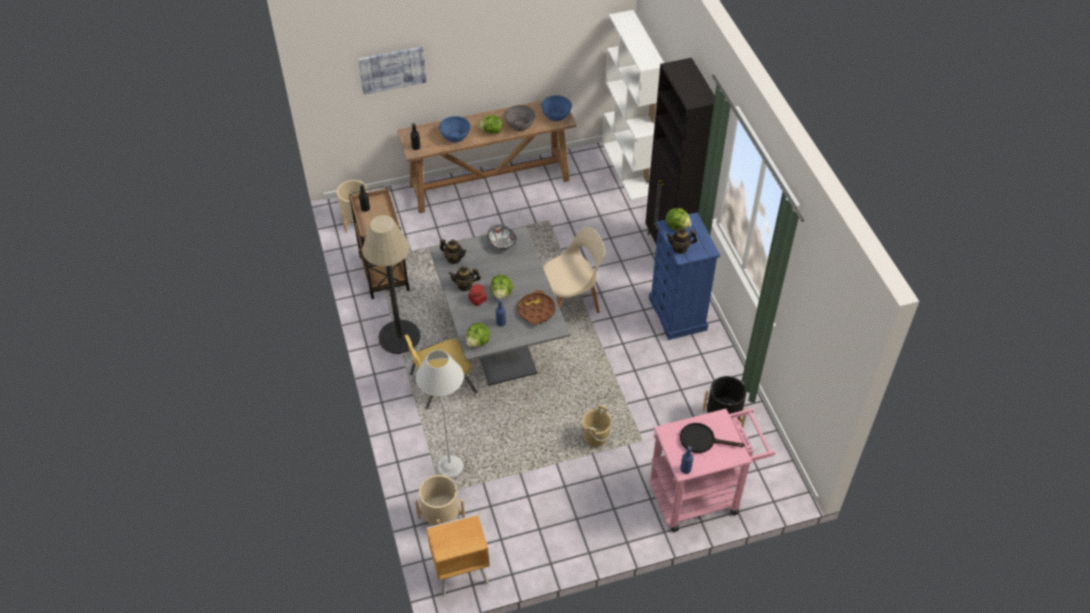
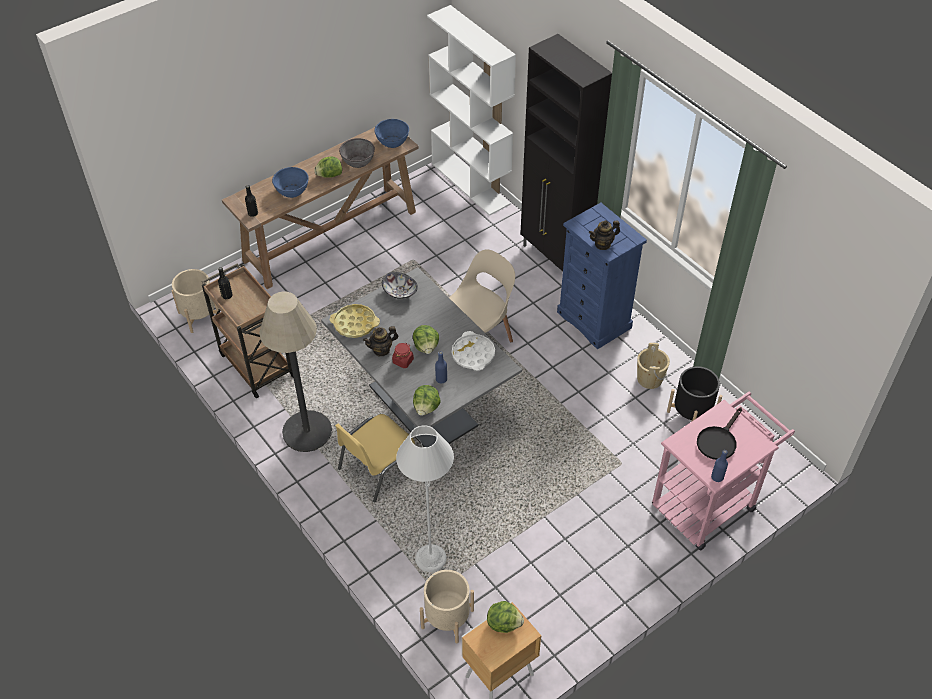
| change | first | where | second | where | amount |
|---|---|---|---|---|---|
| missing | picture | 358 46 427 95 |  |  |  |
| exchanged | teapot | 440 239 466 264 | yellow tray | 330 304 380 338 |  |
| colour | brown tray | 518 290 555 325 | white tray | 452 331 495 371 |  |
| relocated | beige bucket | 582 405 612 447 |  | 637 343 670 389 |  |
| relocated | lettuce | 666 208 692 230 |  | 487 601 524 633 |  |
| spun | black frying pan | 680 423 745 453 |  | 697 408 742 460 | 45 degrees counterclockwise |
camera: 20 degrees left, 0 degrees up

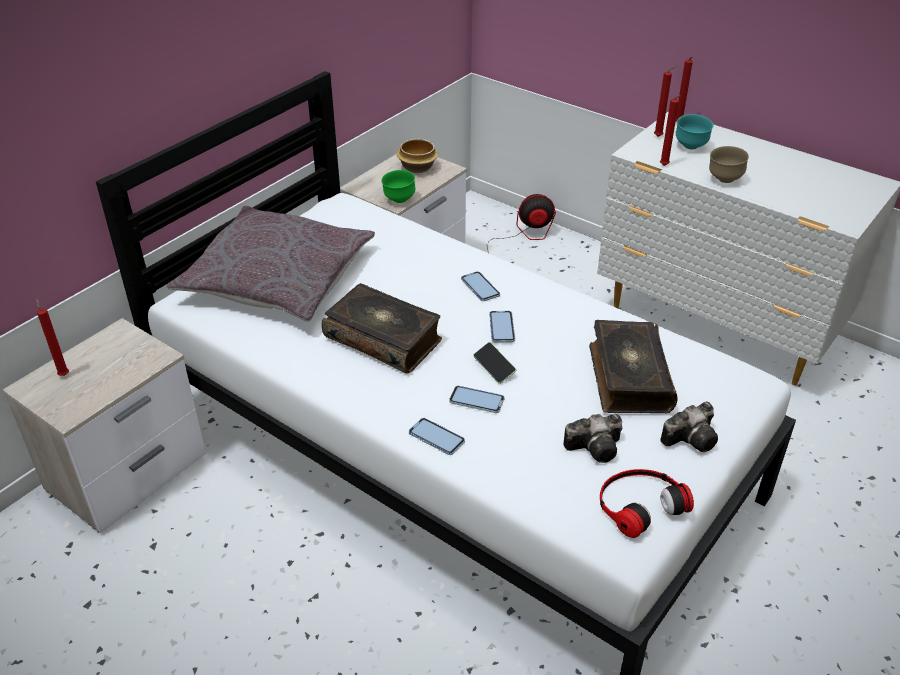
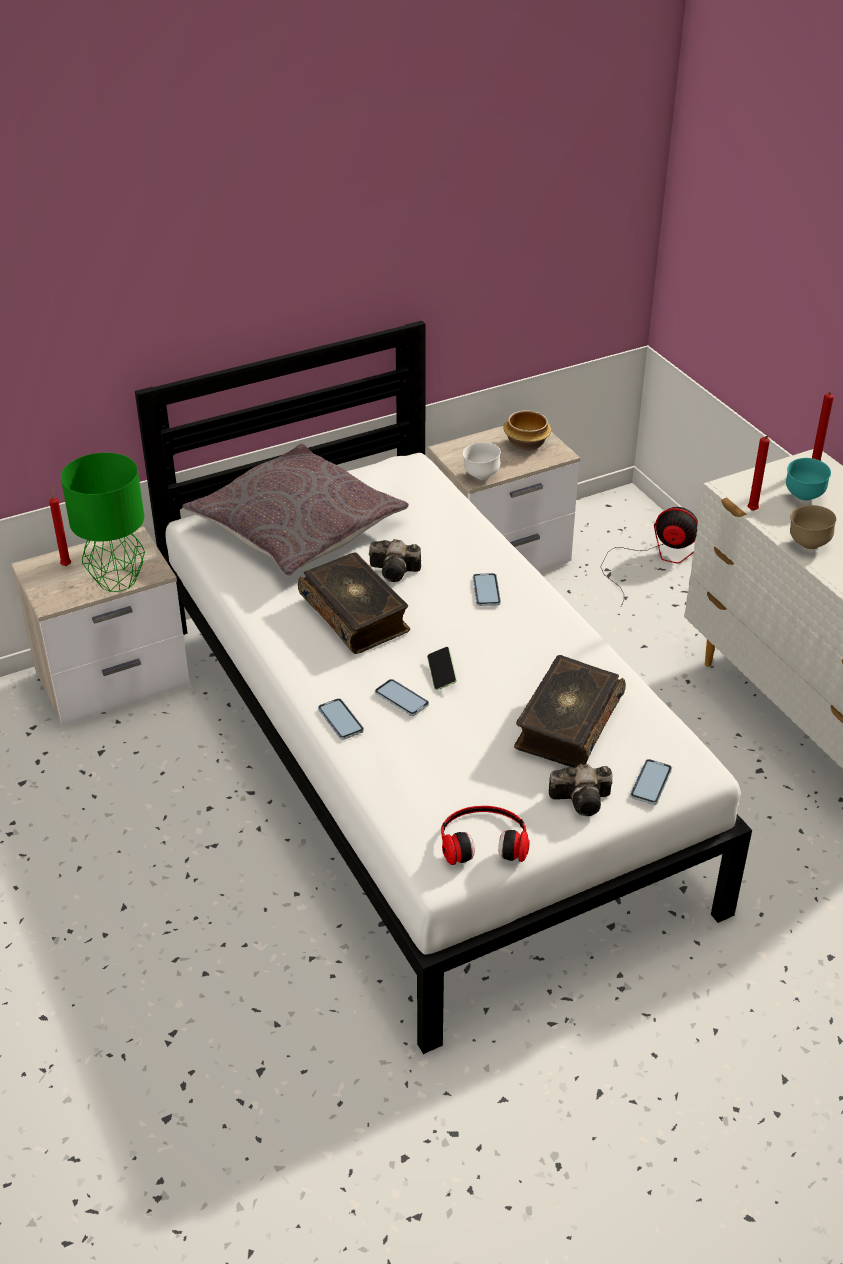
| change | first | where | second | where | amount |
|---|---|---|---|---|---|
| colour | green bowl | 381 170 415 203 | white bowl | 463 442 501 480 |  |
| relocated | phone | 489 311 515 342 |  | 630 759 672 805 |  |
| relocated | photo camera | 563 414 622 463 |  | 369 539 421 582 |  |
| missing | red candle | 654 66 677 137 |  |  |  |
| appeared |  |  | green table lamp | 61 453 145 592 |  |
camera: 25 degrees right, 0 degrees up

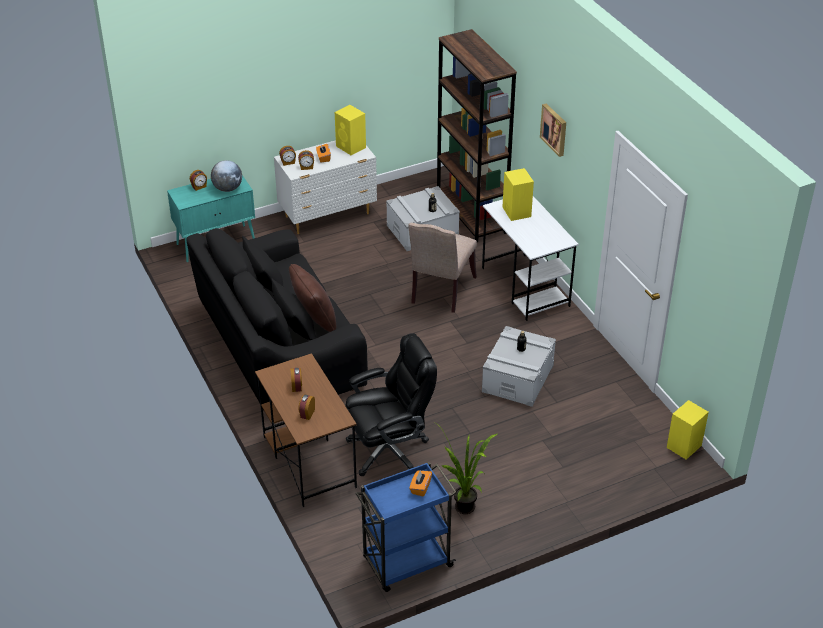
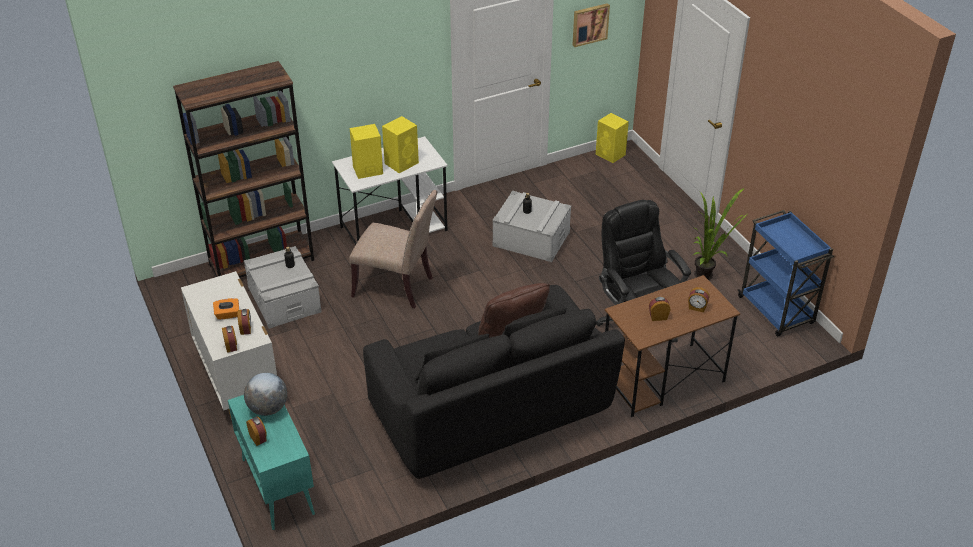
| change | first | where | second | where | amount |
|---|---|---|---|---|---|
| relocated | yellow speaker | 335 105 366 155 |  | 382 116 419 173 |  |
| missing | orange tissue box | 409 470 432 497 |  |  |  |
| relocated | picture | 540 104 566 157 |  | 573 3 610 47 |  |
camera: 90 degrees left, 0 degrees up

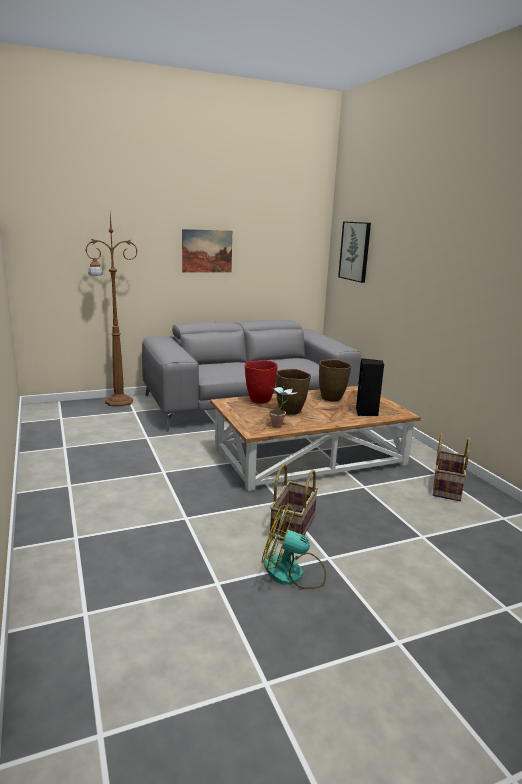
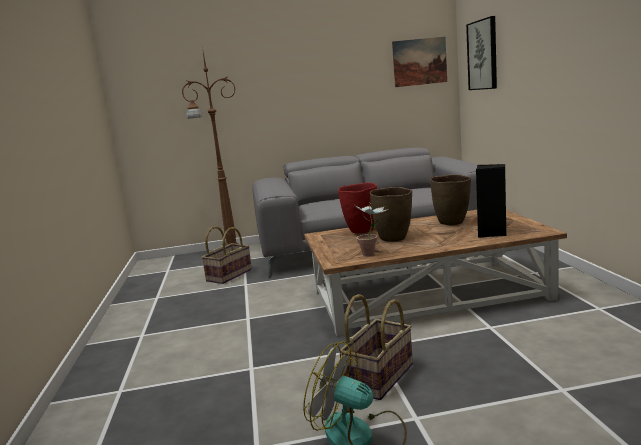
| change | first | where | second | where | amount |
|---|---|---|---|---|---|
| relocated | picture | 182 229 232 272 |  | 392 37 447 87 |  |
| relocated | basket | 433 434 471 501 |  | 201 226 252 284 |  |
camera: 15 degrees right, 5 degrees down

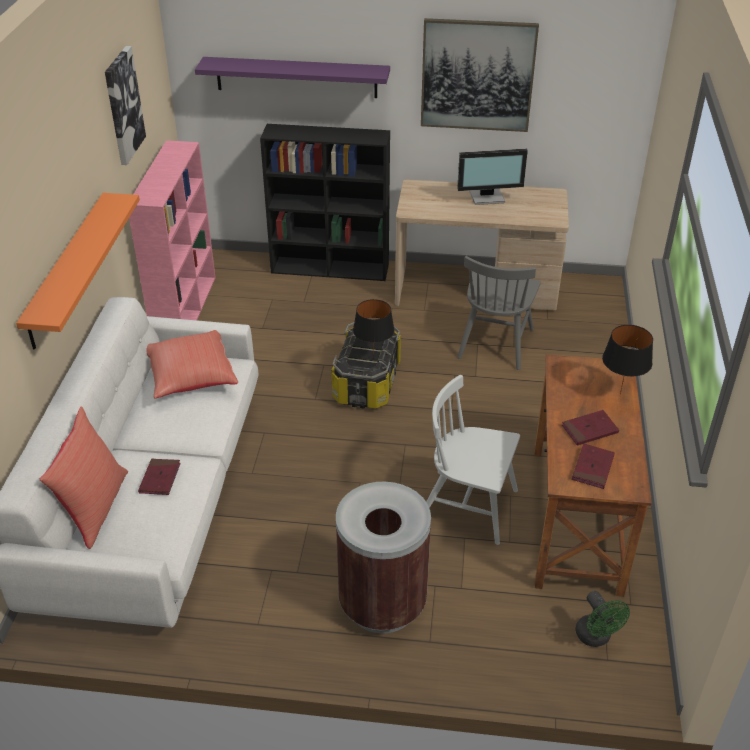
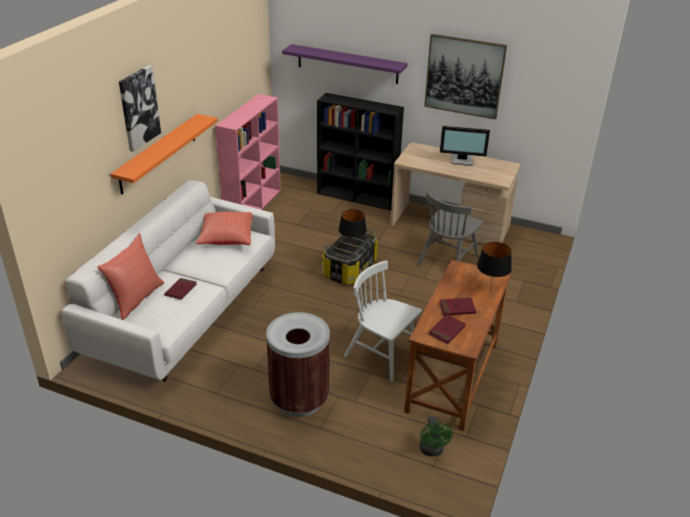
| change | first | where | second | where | amount |
|---|---|---|---|---|---|
| relocated | picture | 105 46 146 165 |  | 119 65 161 152 |  |
camera: 15 degrees right, 5 degrees down

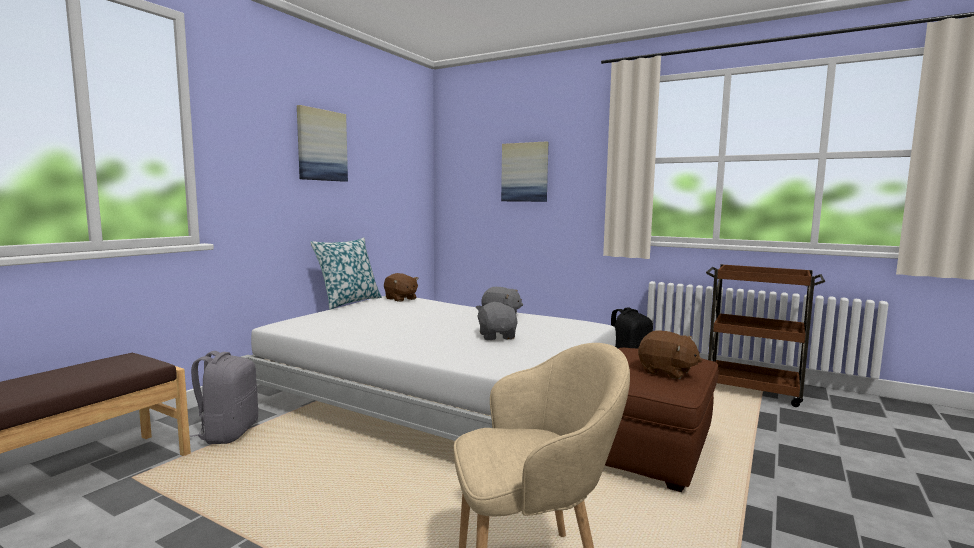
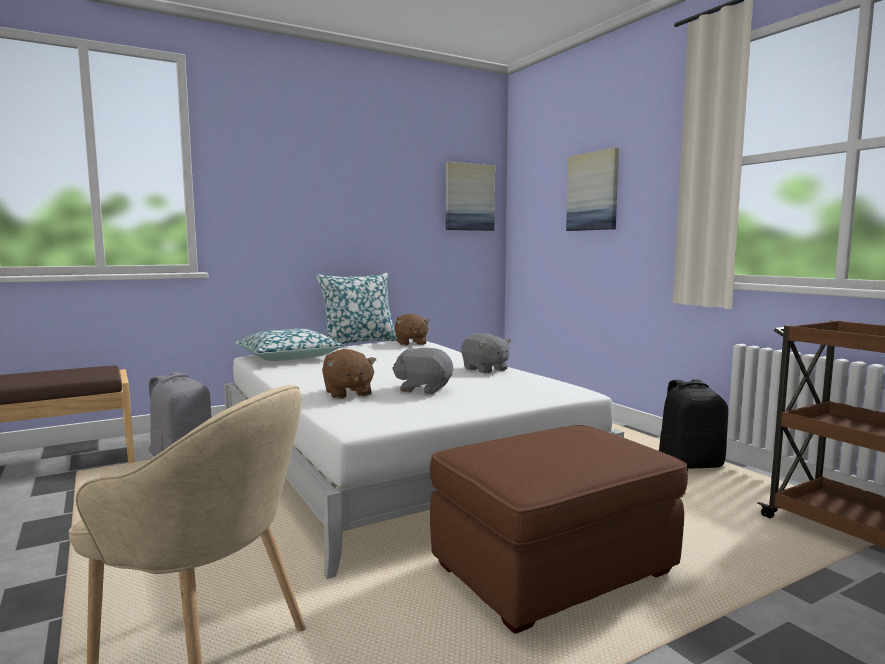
| change | first | where | second | where | amount |
|---|---|---|---|---|---|
| relocated | picture | 297 105 348 182 |  | 446 162 495 231 |  |
| spun | grey plush toy | 475 302 518 340 |  | 392 348 453 394 | 90 degrees counterclockwise |
| relocated | brown plush toy | 638 331 702 379 |  | 322 349 376 399 |  |
| appeared |  |  | pillow | 235 329 344 361 |  |
camera: 30 degrees right, 0 degrees up

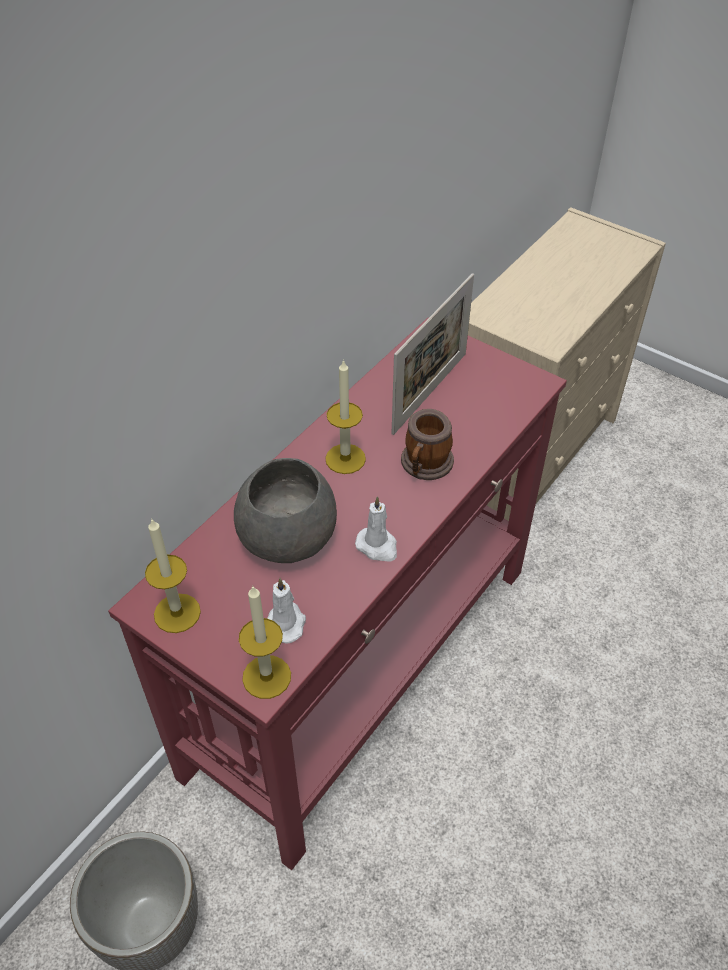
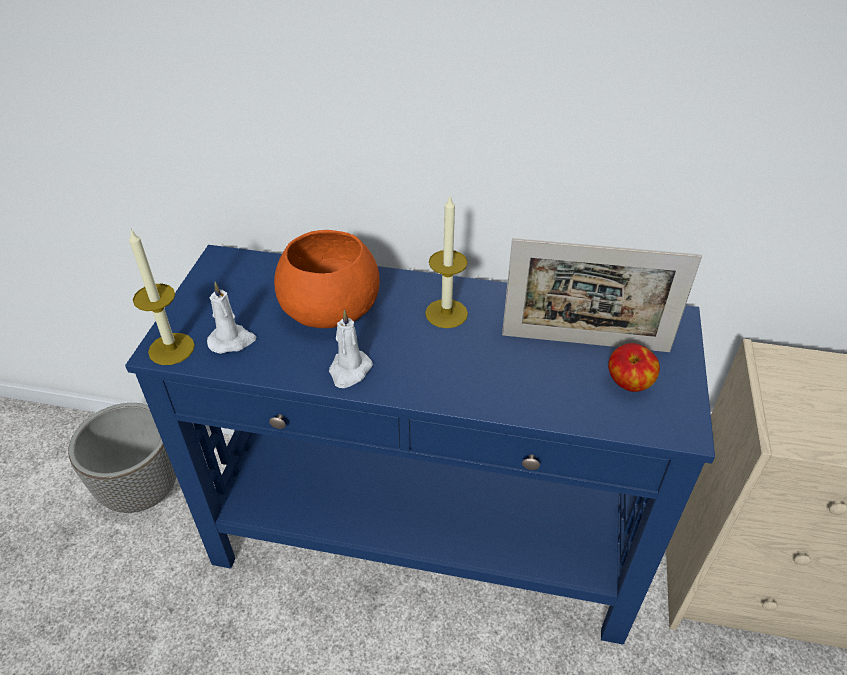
| change | first | where | second | where | amount |
|---|---|---|---|---|---|
| colour | red console table | 108 317 567 870 | blue console table | 125 245 715 645 |  |
| missing | candle | 145 518 201 633 |  |  |  |
| colour | grey bowl | 234 458 337 563 | orange bowl | 274 230 380 328 |  |
| missing | mug | 401 409 454 480 |  |  |  |
| appeared |  |  | apple | 608 343 660 392 |  |
camera: 65 degrees right, 5 degrees down

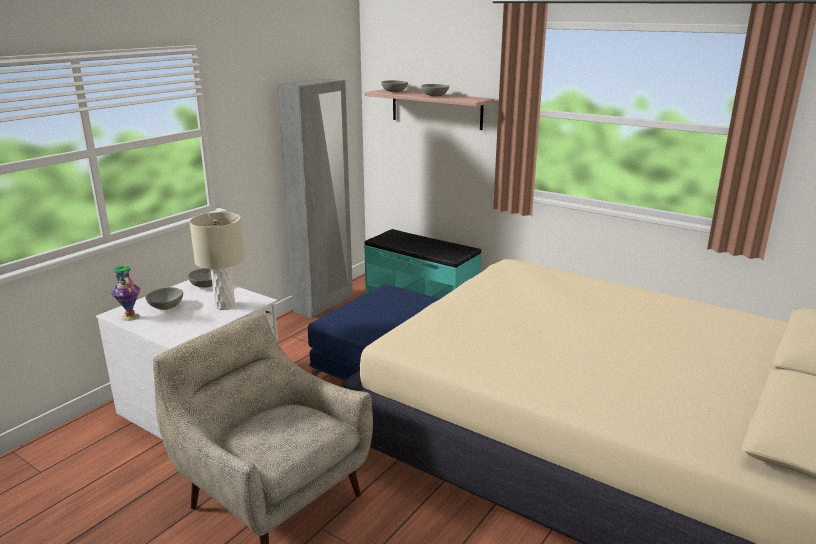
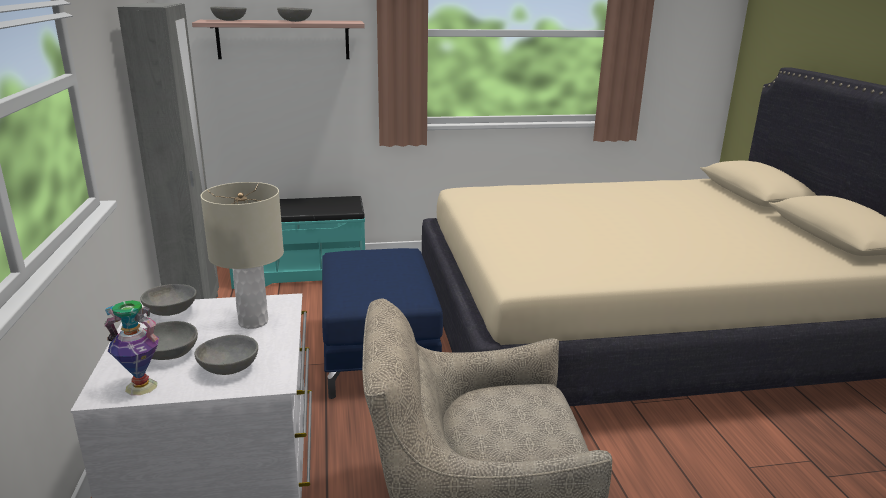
| change | first | where | second | where | amount |
|---|---|---|---|---|---|
| appeared |  |  | grey bowl | 195 335 258 375 |  |
camera: 45 degrees left, 0 degrees up

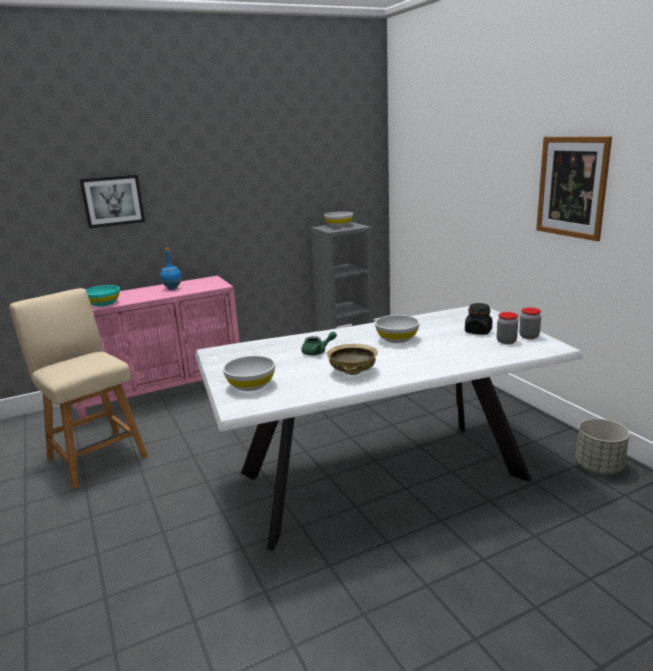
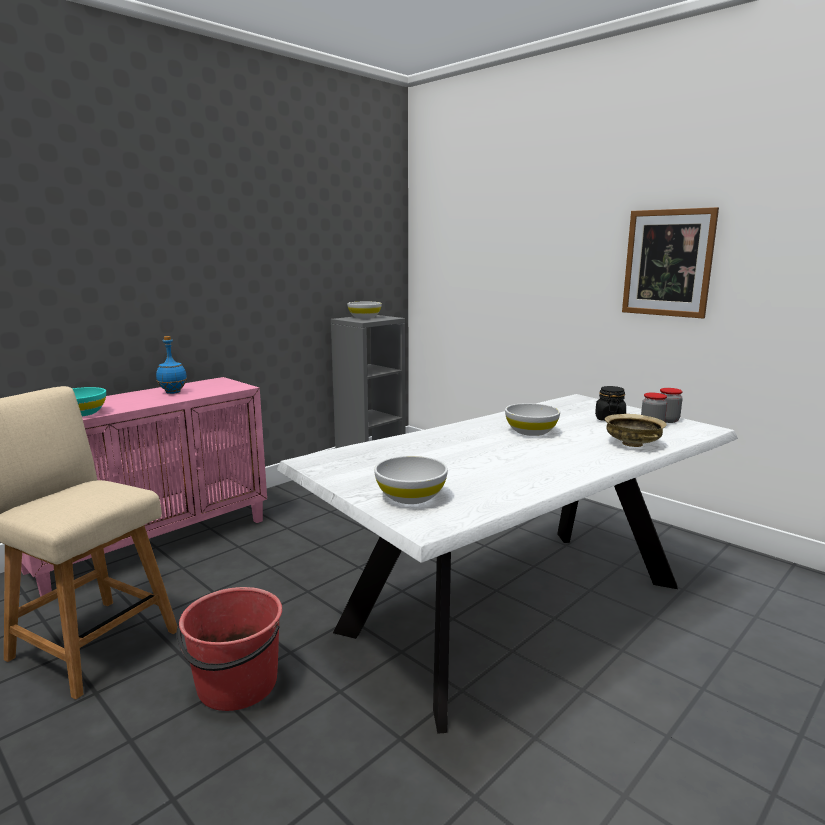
| change | first | where | second | where | amount |
|---|---|---|---|---|---|
| missing | picture | 79 175 145 228 |  |  |  |
| missing | green teapot | 301 332 337 355 |  |  |  |
| relocated | beige bowl | 327 344 378 375 |  | 605 414 666 447 |  |
| missing | grey planter | 575 419 630 474 |  |  |  |
| appeared |  |  | red bucket | 176 587 282 711 |  |
camera: 20 degrees left, 5 degrees down

